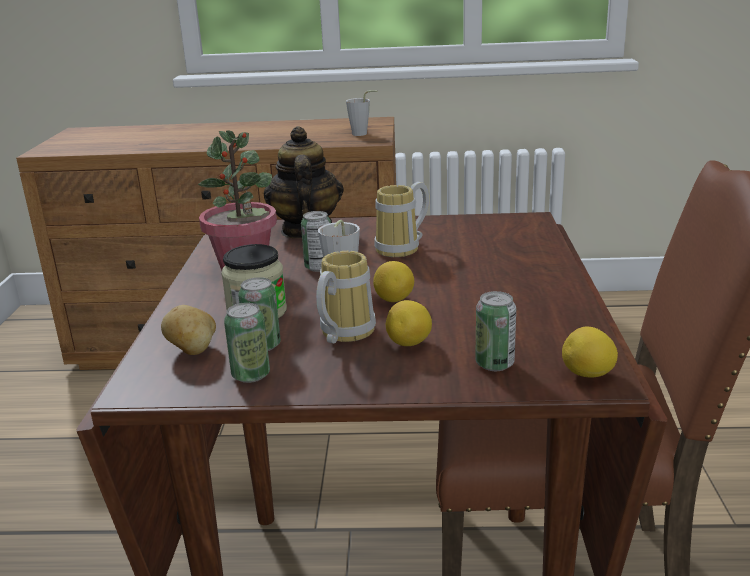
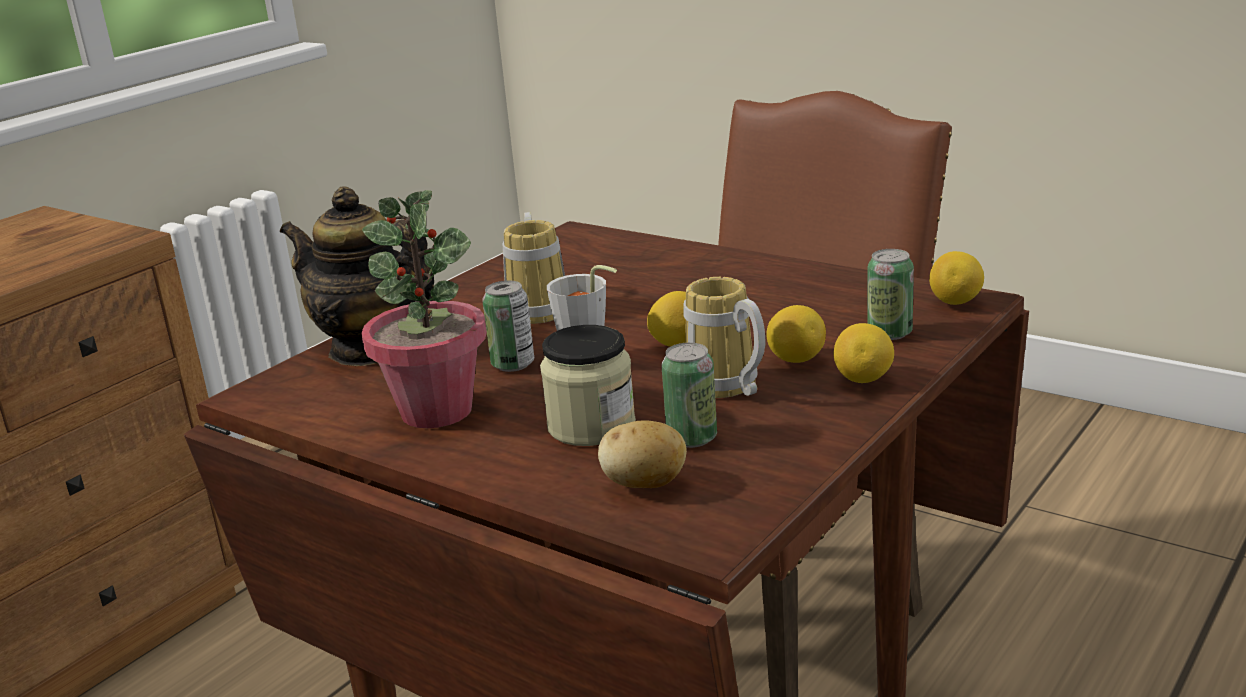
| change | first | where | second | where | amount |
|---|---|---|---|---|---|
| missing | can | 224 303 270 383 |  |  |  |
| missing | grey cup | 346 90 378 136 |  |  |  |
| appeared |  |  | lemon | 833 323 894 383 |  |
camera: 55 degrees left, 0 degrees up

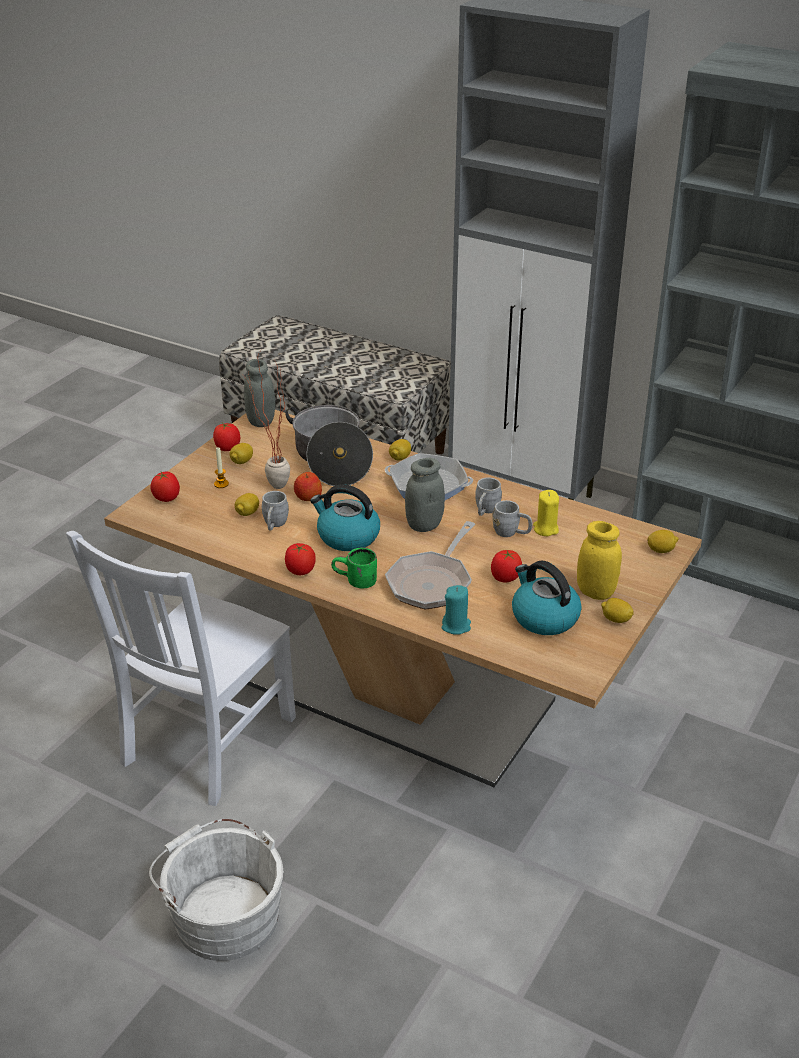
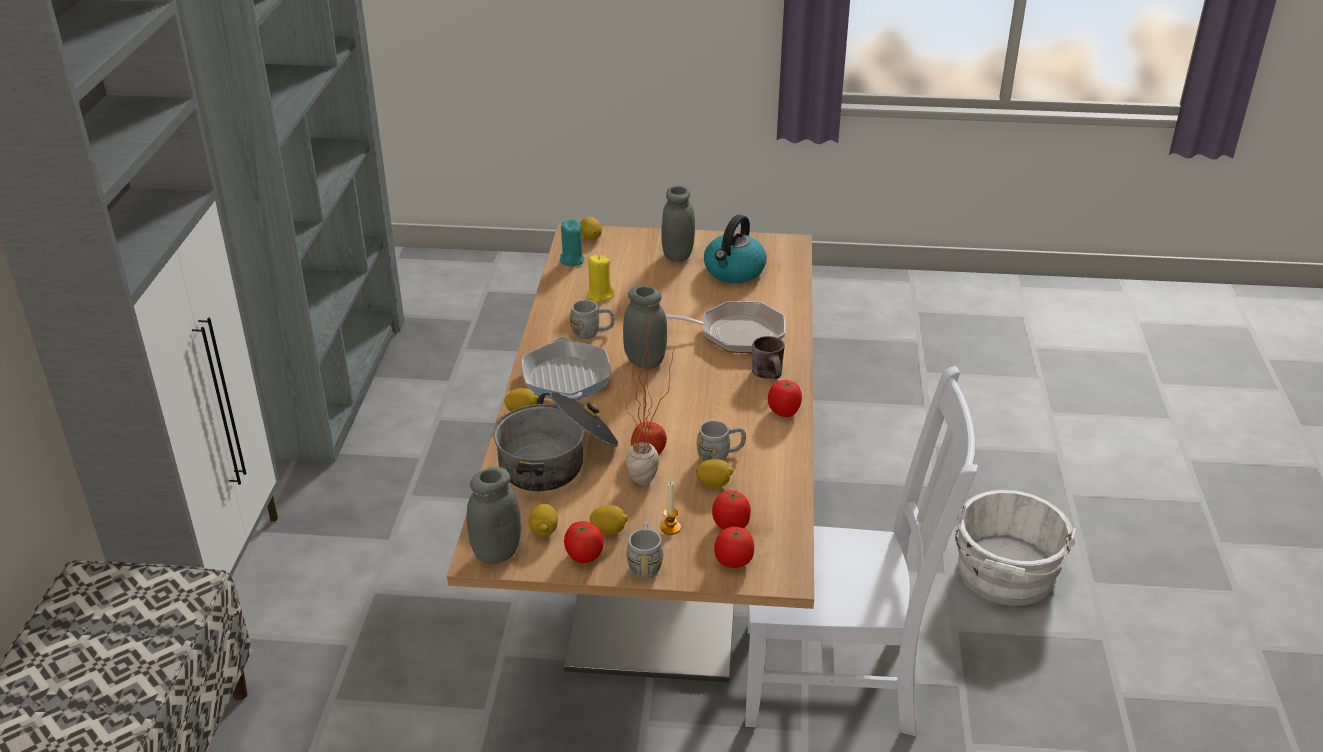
| change | first | where | second | where | amount |
|---|---|---|---|---|---|
| missing | kettle | 310 484 380 551 |  |  |  |
| colour | green mug | 331 547 377 588 | brown mug | 752 336 785 379 |  |
| relocated | turquoise candle | 442 585 471 635 |  | 560 220 584 266 |  |
| relocated | tomato | 491 550 522 582 |  | 712 490 751 530 |  |
| relocated | grey mug | 492 500 533 537 |  | 626 522 664 579 |  |
| colour | yellow jar | 577 521 622 600 | grey jar | 661 185 695 262 |  |
| relocated | lemon | 601 598 633 623 |  | 529 504 558 537 |  |
camera: 115 degrees left, 0 degrees up

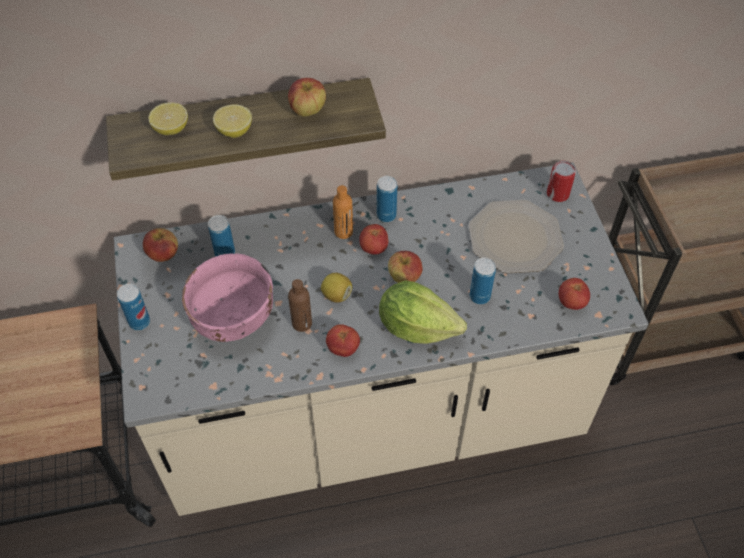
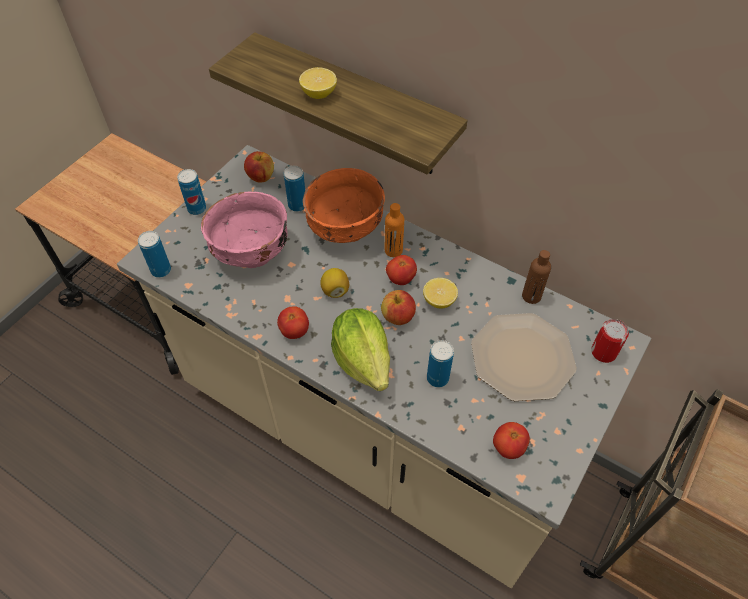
| change | first | where | second | where | amount |
|---|---|---|---|---|---|
| relocated | lemon | 149 102 188 135 |  | 423 278 458 309 |  |
| missing | apple | 288 78 326 117 |  |  |  |
| relocated | brown bottle | 288 279 312 332 |  | 522 250 551 304 |  |
| relocated | can | 377 176 397 222 |  | 138 231 171 278 |  |
| appeared |  |  | orange bowl | 303 168 385 243 |  |
camera: 45 degrees right, 0 degrees up

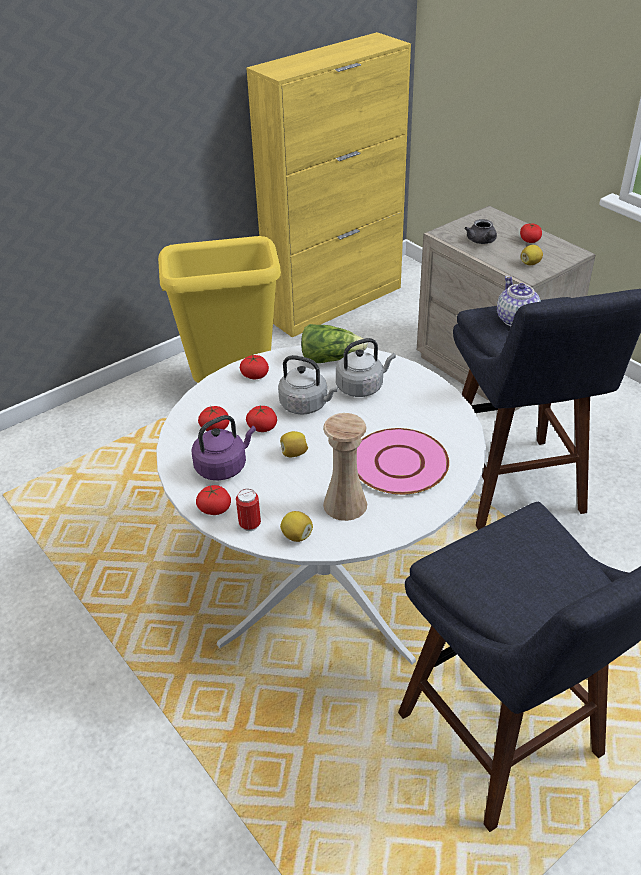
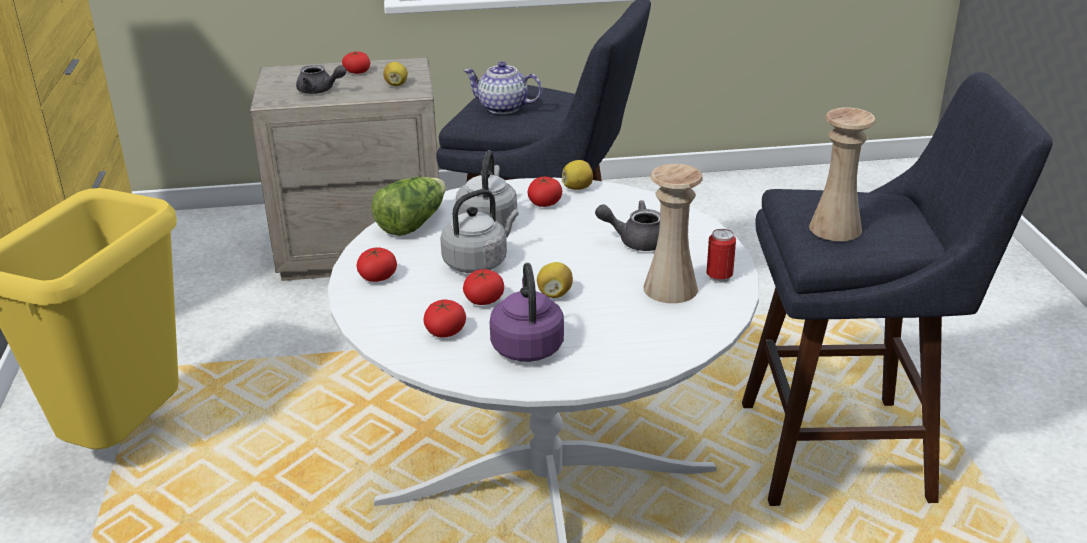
| change | first | where | second | where | amount |
|---|---|---|---|---|---|
| relocated | tomato | 196 485 231 515 |  | 528 177 562 207 |  |
| relocated | can | 236 489 261 531 |  | 707 229 736 283 |  |
| relocated | lemon | 280 511 313 542 |  | 562 160 593 190 |  |
| exchanged | pink plate | 357 428 449 495 | grey teapot | 595 200 660 251 |  |
| appeared |  |  | beige vase | 809 107 876 241 |  |
camera: 60 degrees left, 10 degrees down

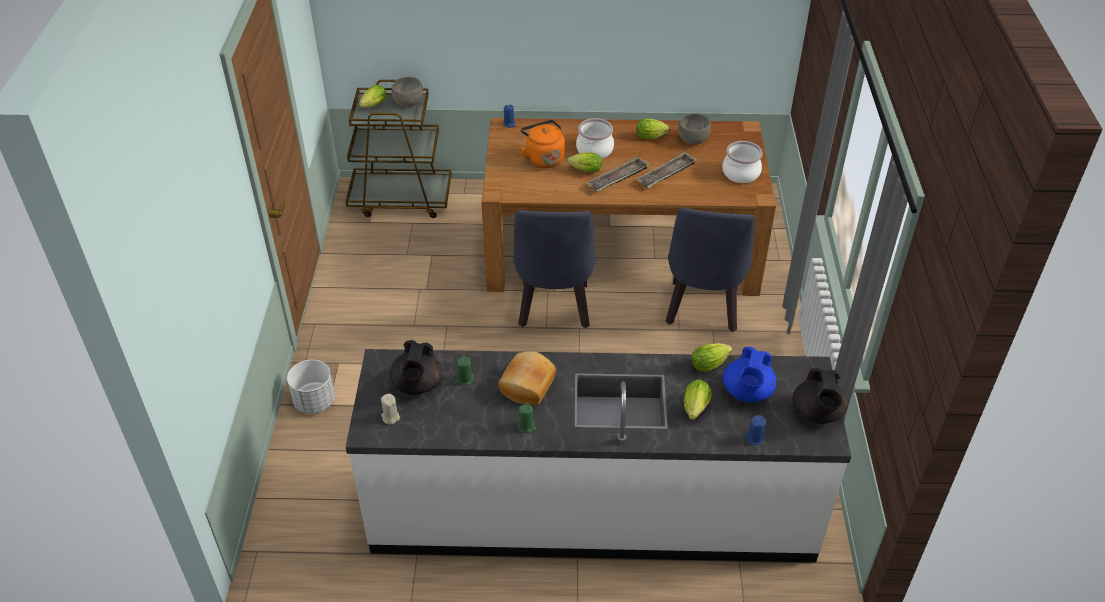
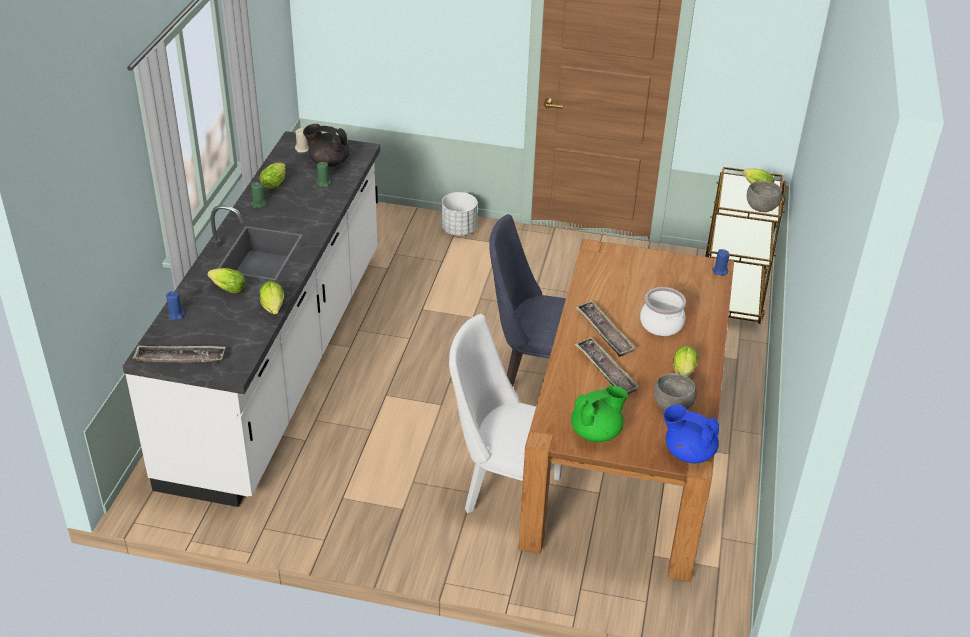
| change | first | where | second | where | amount |
|---|---|---|---|---|---|
| missing | bread | 498 351 556 405 |  |  |  |
| missing | orange kettle | 520 120 565 168 |  |  |  |
| relocated | lettuce | 567 152 602 173 |  | 260 163 286 189 |  |
| colour | blue chair | 665 207 755 332 | white chair | 449 314 562 513 |  |
| exchanged | cooking pot | 723 141 763 183 | green teapot | 571 386 628 442 |  |
| relocated | blue teapot | 723 347 776 402 |  | 664 405 719 463 |  |
| exchanged | black teapot | 792 368 848 424 | tray | 133 346 225 363 |  |
camera: 100 degrees right, 5 degrees down

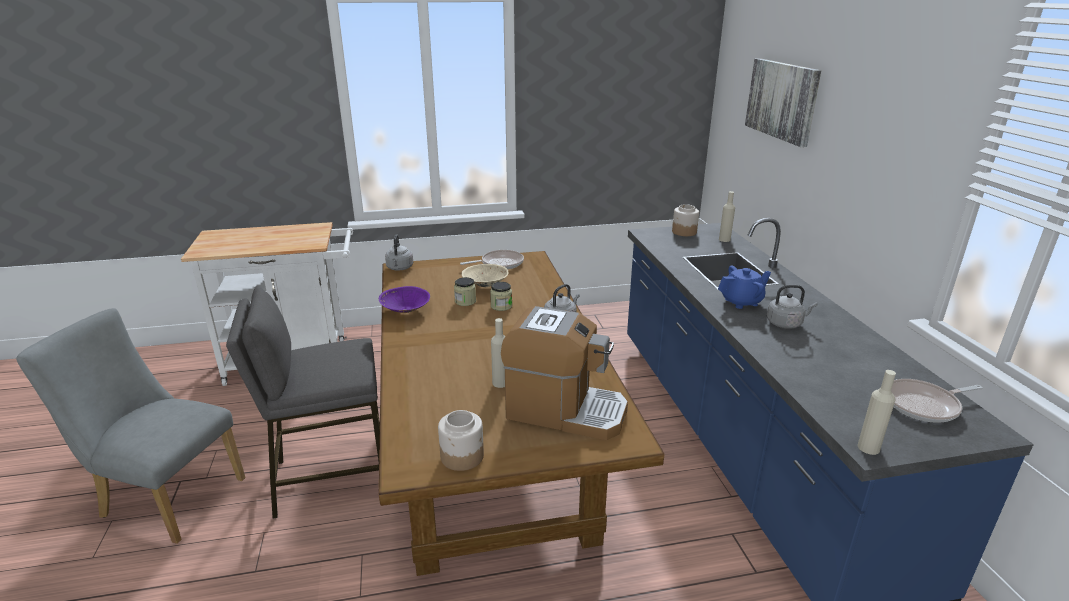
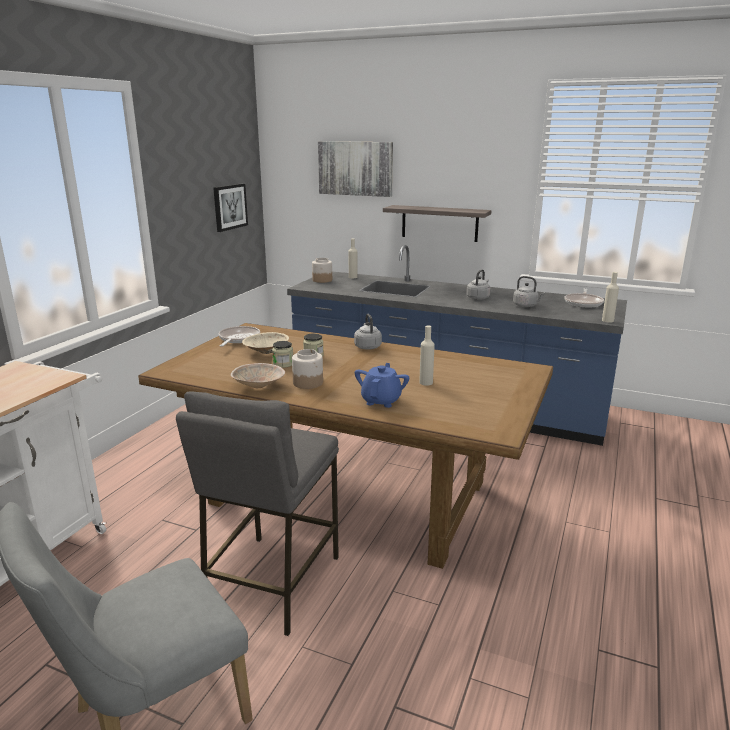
| change | first | where | second | where | amount |
|---|---|---|---|---|---|
| colour | purple bowl | 379 286 430 313 | beige bowl | 231 363 285 388 |  |
| relocated | grey kettle | 385 234 413 271 |  | 513 276 545 307 |  |
| relocated | jar | 438 410 484 471 |  | 292 349 323 389 |  |
| missing | coffee machine | 501 306 628 440 |  |  |  |
| relocated | blue teapot | 718 265 771 309 |  | 355 363 409 408 |  |
| appeared |  |  | picture | 213 183 248 232 |  |
| appeared |  |  | shelf | 383 205 491 242 |  |
camera: 55 degrees left, 5 degrees down

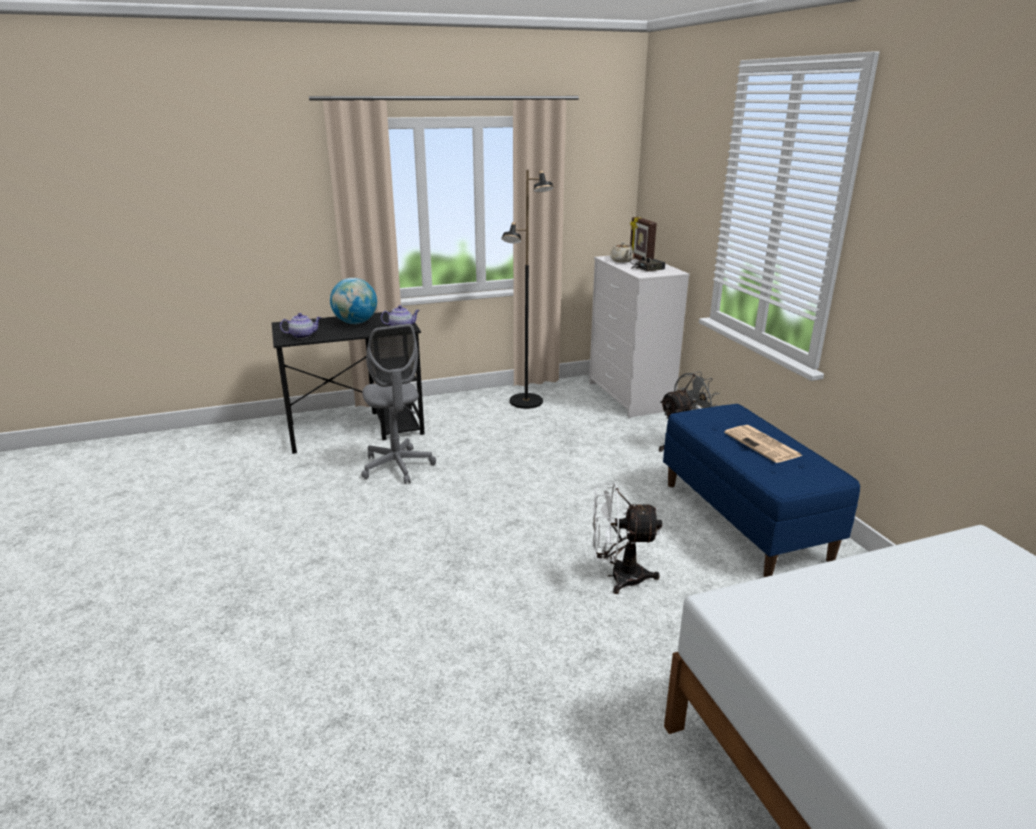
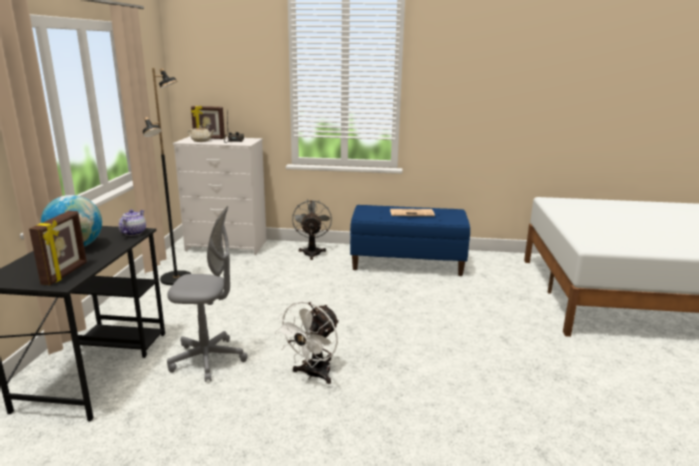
| change | first | where | second | where | amount |
|---|---|---|---|---|---|
| exchanged | teapot | 280 313 321 339 | picture frame | 29 211 87 285 |  |
| relocated | white fan | 592 483 662 594 |  | 275 301 339 384 |  |
camera: 65 degrees left, 5 degrees down

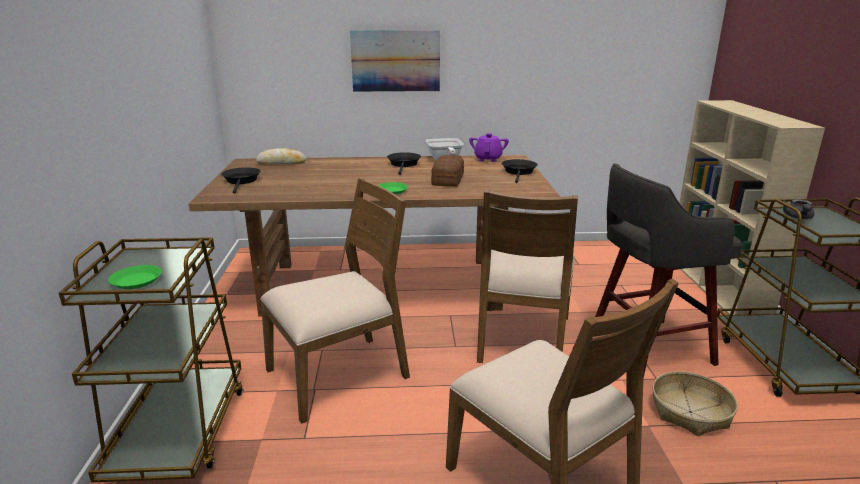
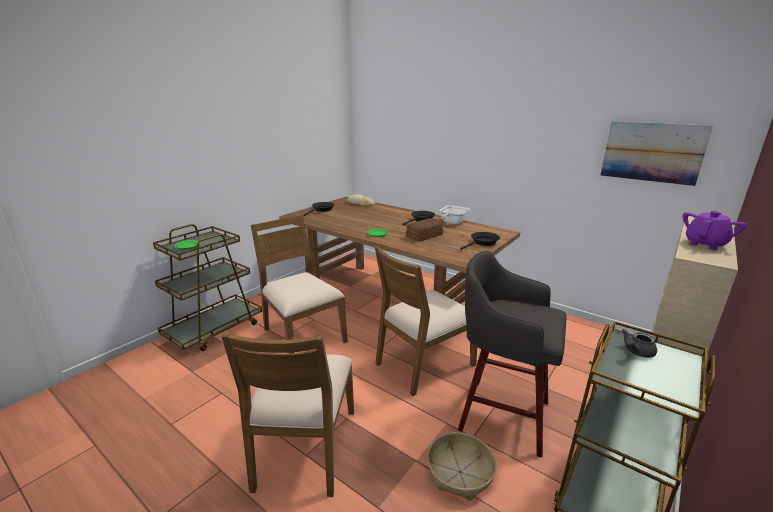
| change | first | where | second | where | amount |
|---|---|---|---|---|---|
| spun | brown chair | 260 178 410 424 |  | 251 215 348 353 | 135 degrees counterclockwise |
| relocated | picture | 350 30 440 92 |  | 600 121 713 186 |  |
| relocated | purple teapot | 469 133 509 162 |  | 683 211 747 250 |  |
camera: 40 degrees right, 0 degrees up

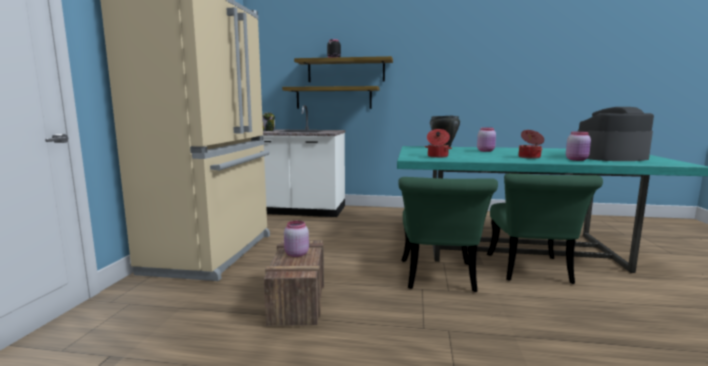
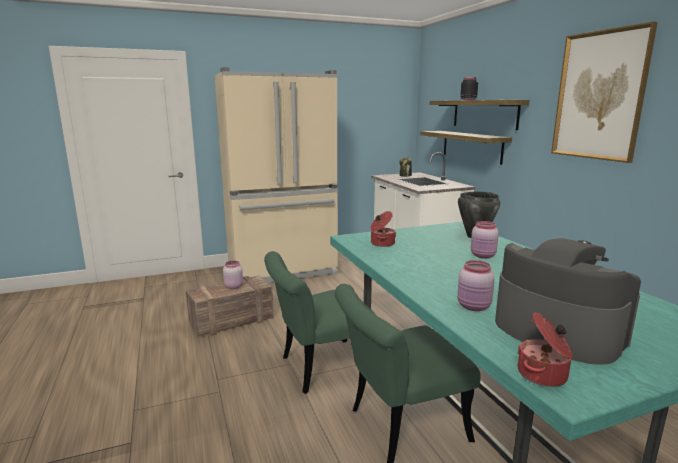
| change | first | where | second | where | amount |
|---|---|---|---|---|---|
| relocated | cooking pot | 519 130 544 159 |  | 517 313 572 387 |  |
| appeared |  |  | picture | 551 22 658 163 |  |
camera: 60 degrees right, 5 degrees up

